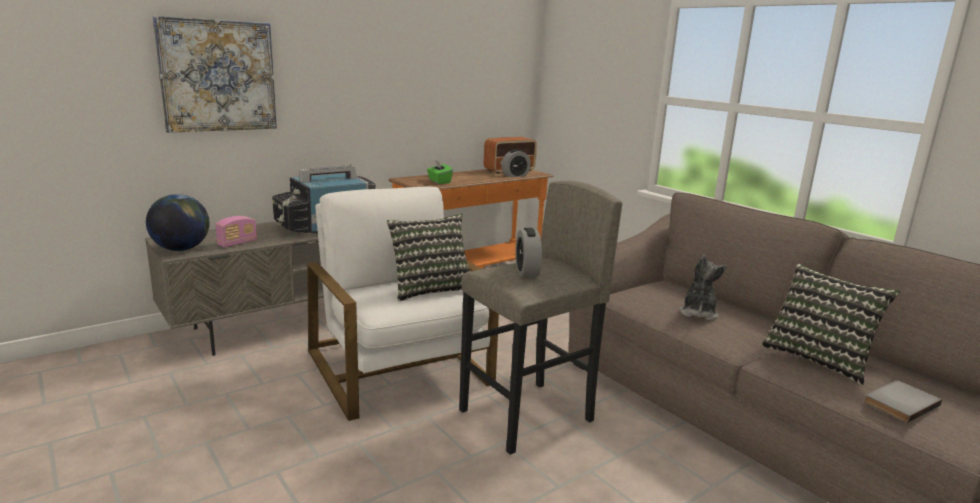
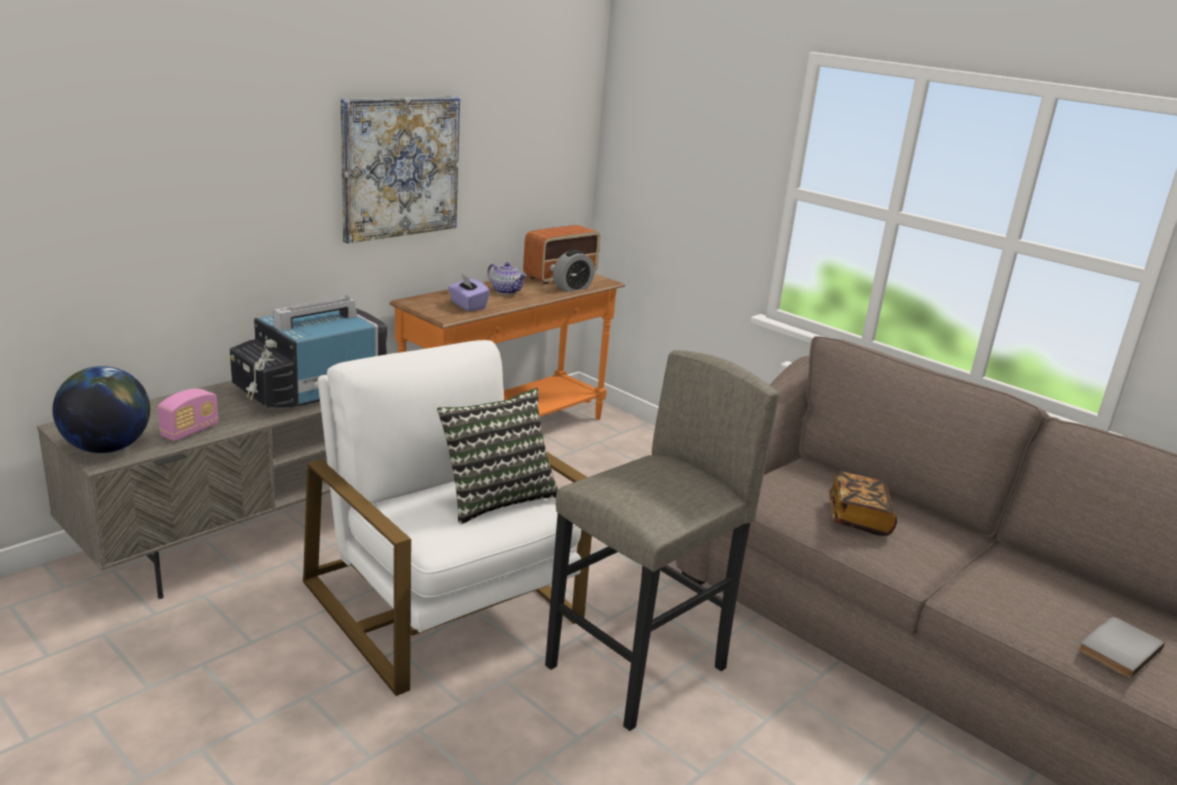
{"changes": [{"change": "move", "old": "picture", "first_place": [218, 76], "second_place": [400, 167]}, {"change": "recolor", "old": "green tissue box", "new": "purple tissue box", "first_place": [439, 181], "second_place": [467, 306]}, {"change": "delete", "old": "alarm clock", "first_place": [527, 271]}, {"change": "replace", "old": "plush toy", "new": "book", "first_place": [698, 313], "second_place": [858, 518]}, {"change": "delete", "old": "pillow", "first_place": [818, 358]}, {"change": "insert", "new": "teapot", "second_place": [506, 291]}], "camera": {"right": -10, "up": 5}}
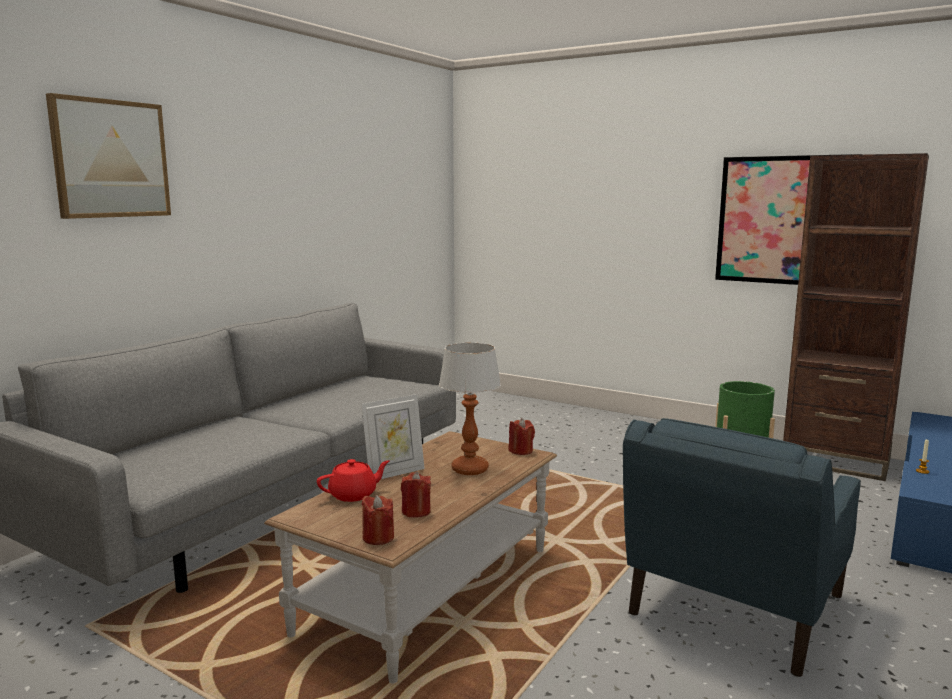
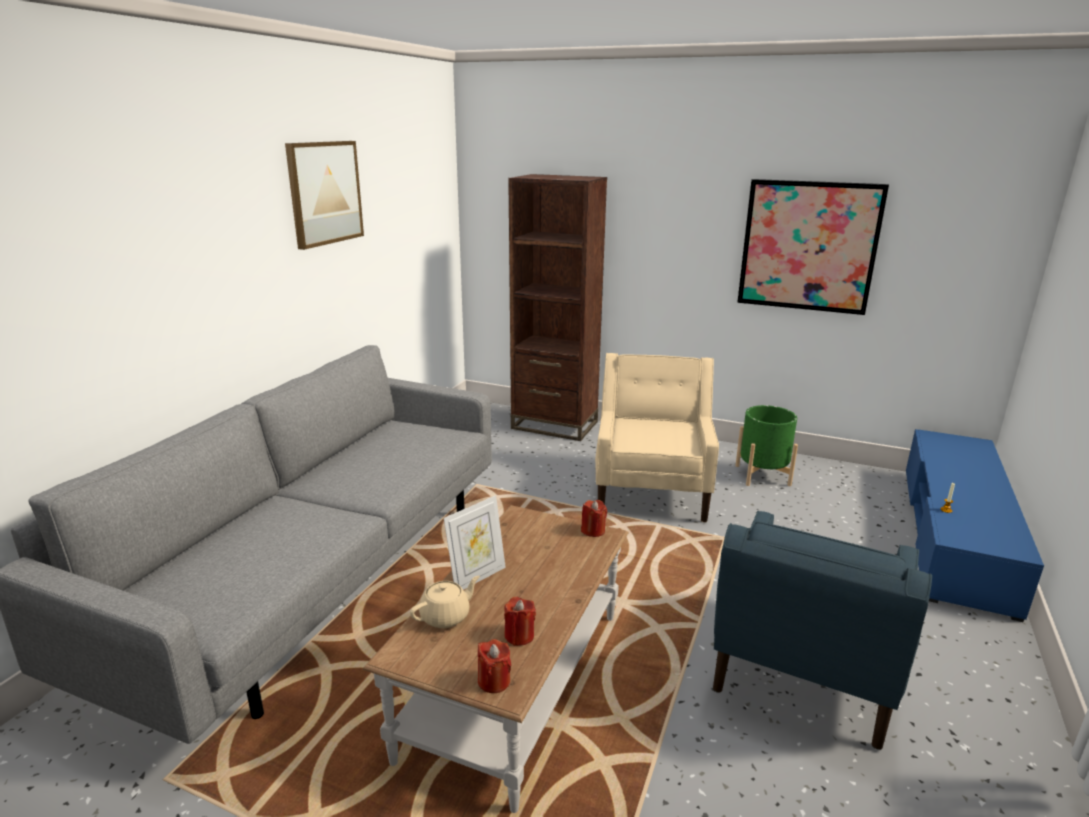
{"changes": [{"change": "move", "old": "picture", "first_place": [110, 159], "second_place": [324, 193]}, {"change": "move", "old": "brown bookcase", "first_place": [835, 461], "second_place": [554, 425]}, {"change": "delete", "old": "table lamp", "first_place": [470, 469]}, {"change": "recolor", "old": "red teapot", "new": "beige teapot", "first_place": [354, 495], "second_place": [446, 616]}, {"change": "insert", "new": "beige armchair", "second_place": [652, 490]}], "camera": {"right": -10, "up": 10}}
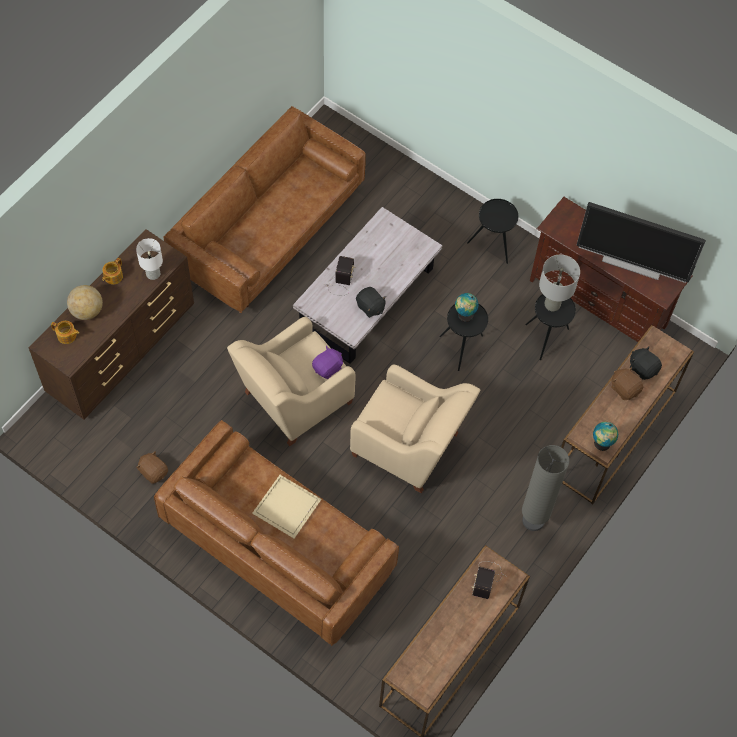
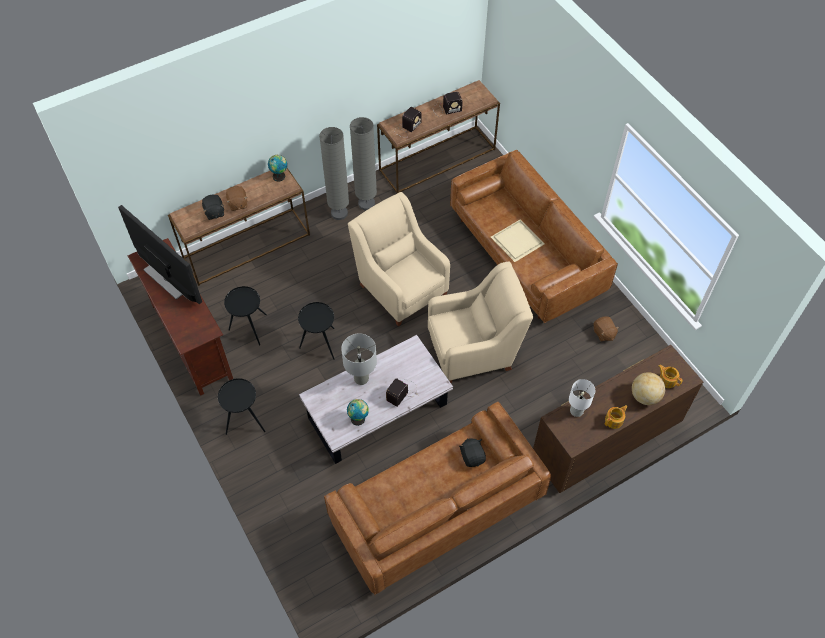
{"changes": [{"change": "move", "old": "grey table lamp", "first_place": [552, 305], "second_place": [361, 378]}, {"change": "move", "old": "black plush toy", "first_place": [370, 307], "second_place": [472, 456]}, {"change": "move", "old": "globe", "first_place": [464, 315], "second_place": [359, 418]}, {"change": "delete", "old": "purple plush toy", "first_place": [328, 368]}, {"change": "insert", "new": "radio", "second_place": [446, 109]}, {"change": "insert", "new": "grey floor lamp", "second_place": [366, 204]}], "camera": {"right": -155, "up": -5}}
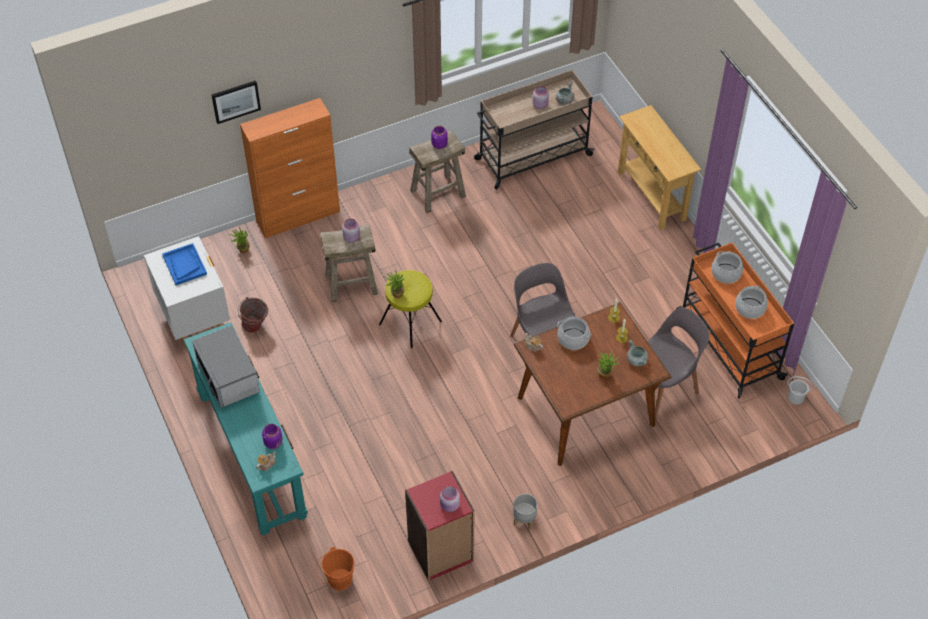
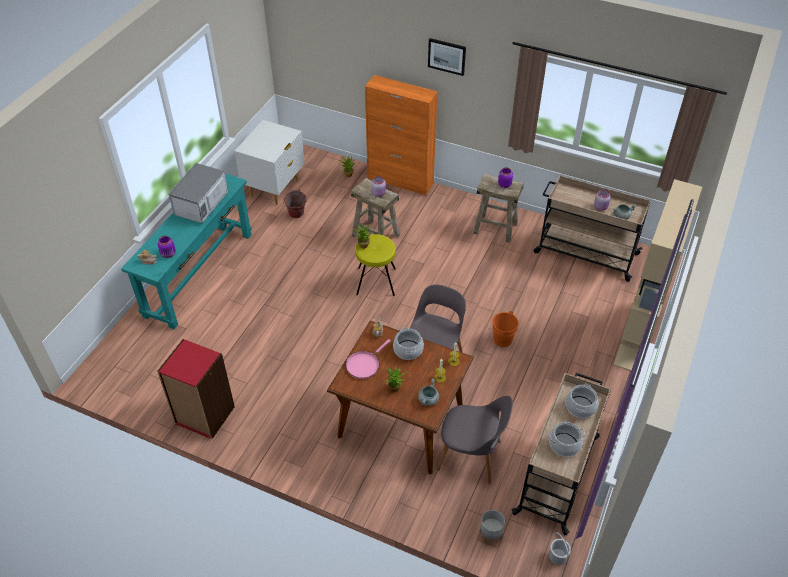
{"changes": [{"change": "move", "old": "picture", "first_place": [235, 101], "second_place": [447, 56]}, {"change": "replace", "old": "beige console table", "new": "beige bookcase", "first_place": [651, 195], "second_place": [637, 337]}, {"change": "recolor", "old": "orange cart", "new": "beige cart", "first_place": [728, 344], "second_place": [557, 473]}, {"change": "delete", "old": "blue tray", "first_place": [184, 265]}, {"change": "delete", "old": "pink jar", "first_place": [449, 506]}, {"change": "move", "old": "grey planter", "first_place": [524, 520], "second_place": [490, 534]}, {"change": "move", "old": "orange bucket", "first_place": [337, 580], "second_place": [500, 339]}, {"change": "insert", "new": "pink frying pan", "second_place": [364, 364]}], "camera": {"right": 50, "up": -5}}
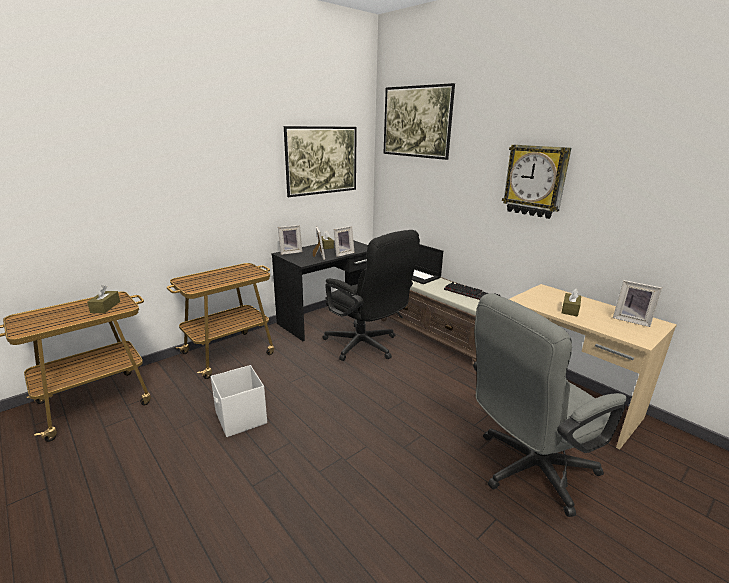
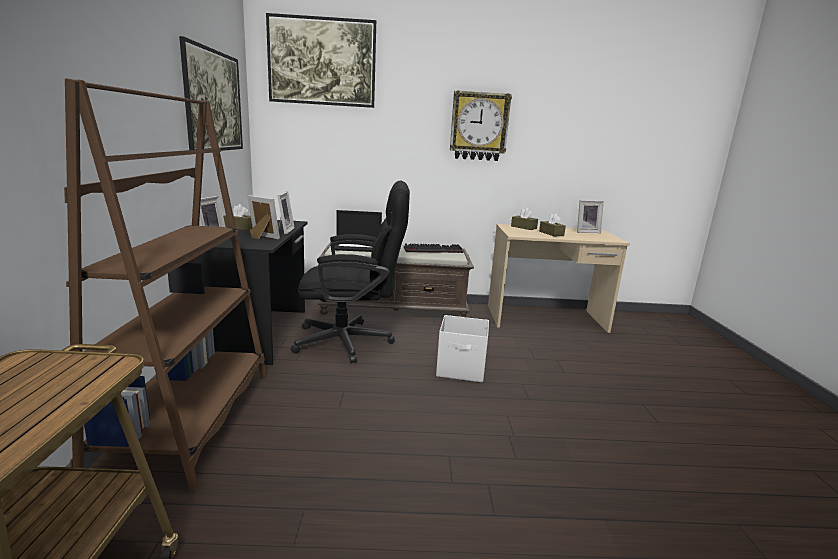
{"changes": [{"change": "replace", "old": "cart", "new": "brown bookcase", "first_place": [230, 353], "second_place": [190, 421]}, {"change": "move", "old": "brown tissue box", "first_place": [105, 307], "second_place": [523, 227]}, {"change": "delete", "old": "grey office chair", "first_place": [526, 470]}, {"change": "move", "old": "white storage box", "first_place": [241, 418], "second_place": [461, 369]}], "camera": {"right": -50, "up": -5}}
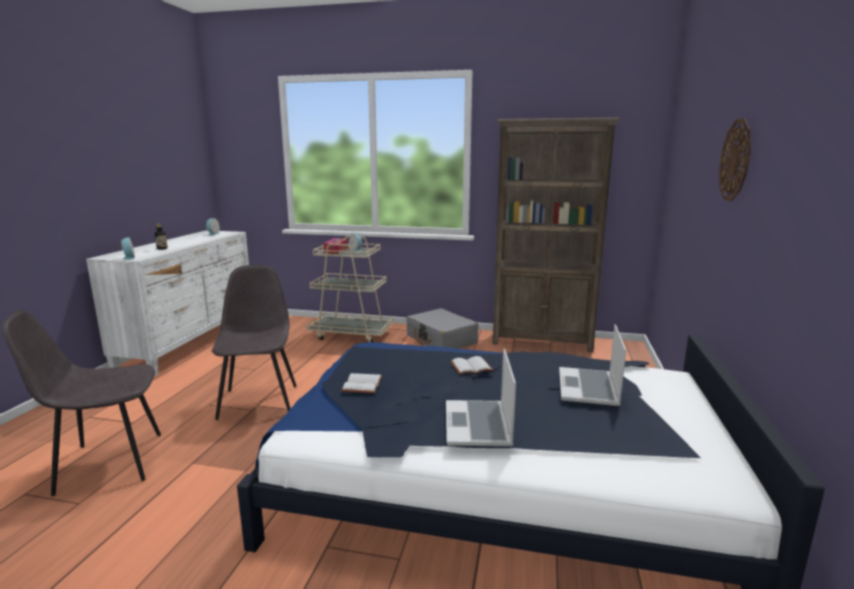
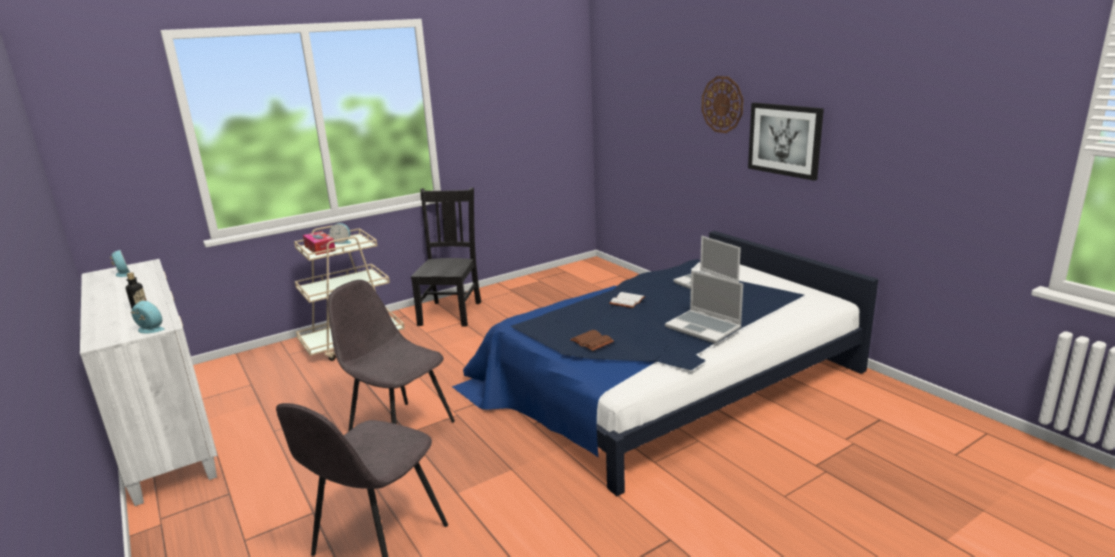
{"changes": [{"change": "delete", "old": "brown bookcase", "first_place": [542, 341]}, {"change": "replace", "old": "grey suitcase", "new": "black chair", "first_place": [441, 340], "second_place": [451, 312]}, {"change": "recolor", "old": "white book", "new": "brown book", "first_place": [361, 384], "second_place": [590, 342]}, {"change": "insert", "new": "picture", "second_place": [784, 140]}], "camera": {"right": -45, "up": 5}}
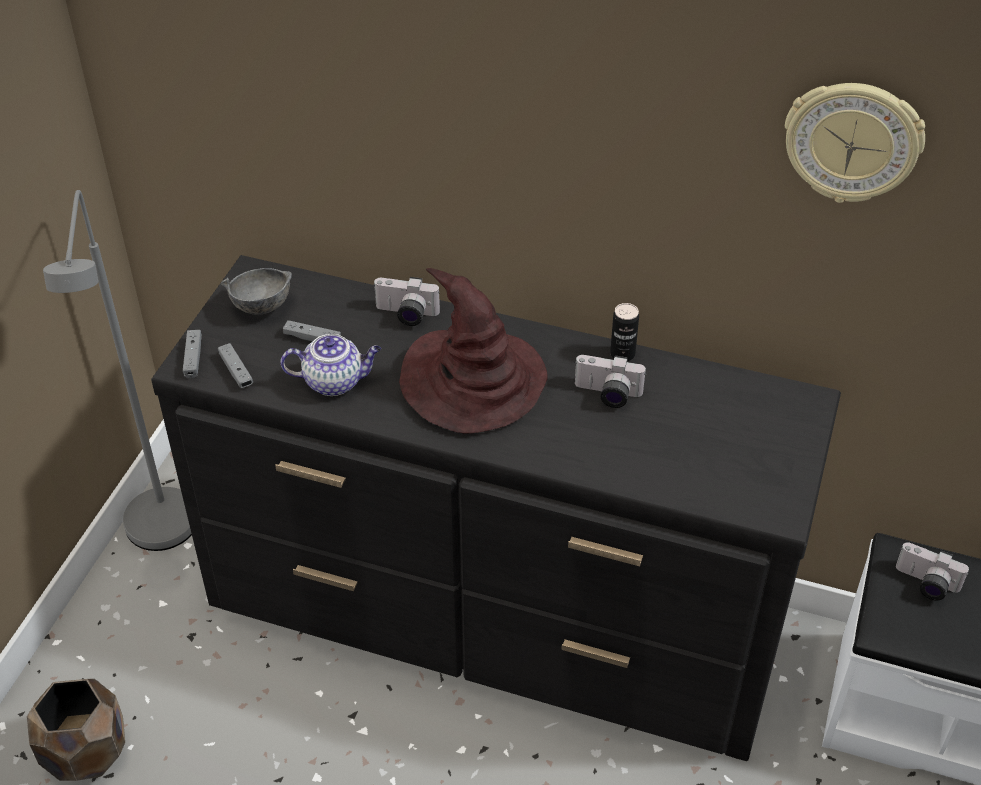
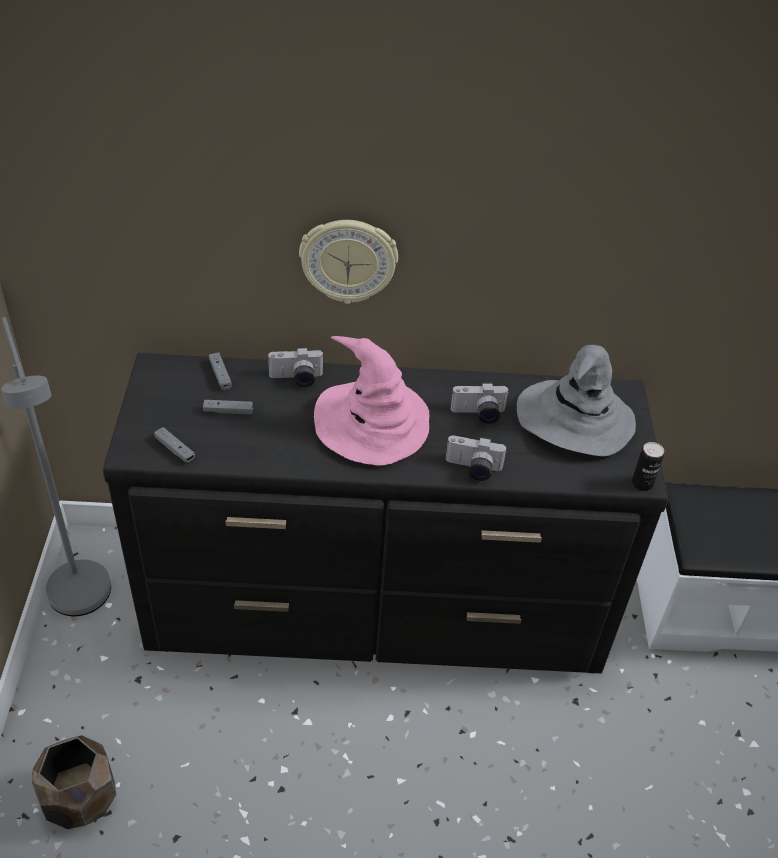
{"changes": [{"change": "move", "old": "wall clock", "first_place": [852, 142], "second_place": [348, 260]}, {"change": "delete", "old": "grey bowl", "first_place": [261, 305]}, {"change": "recolor", "old": "brown hat", "new": "pink hat", "first_place": [473, 382], "second_place": [373, 423]}, {"change": "move", "old": "can", "first_place": [622, 354], "second_place": [642, 483]}, {"change": "move", "old": "grey game controller", "first_place": [193, 358], "second_place": [220, 375]}, {"change": "delete", "old": "teapot", "first_place": [335, 381]}, {"change": "move", "old": "photo camera", "first_place": [925, 584], "second_place": [472, 469]}, {"change": "insert", "new": "grey hat", "second_place": [574, 420]}], "camera": {"right": -20, "up": 0}}
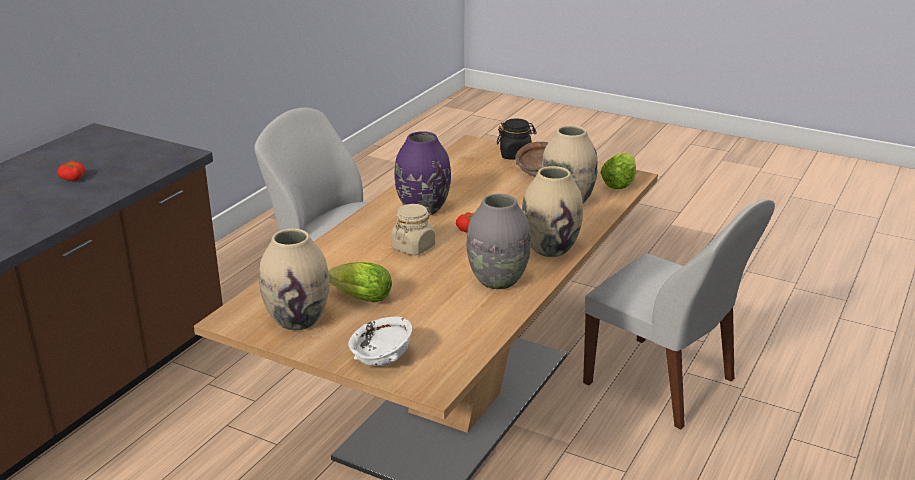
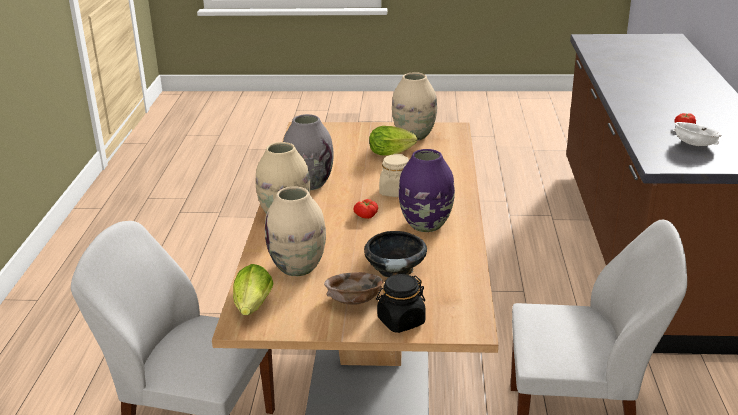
{"changes": [{"change": "move", "old": "white bowl", "first_place": [382, 357], "second_place": [694, 145]}, {"change": "insert", "new": "black bowl", "second_place": [395, 269]}], "camera": {"right": 155, "up": 0}}
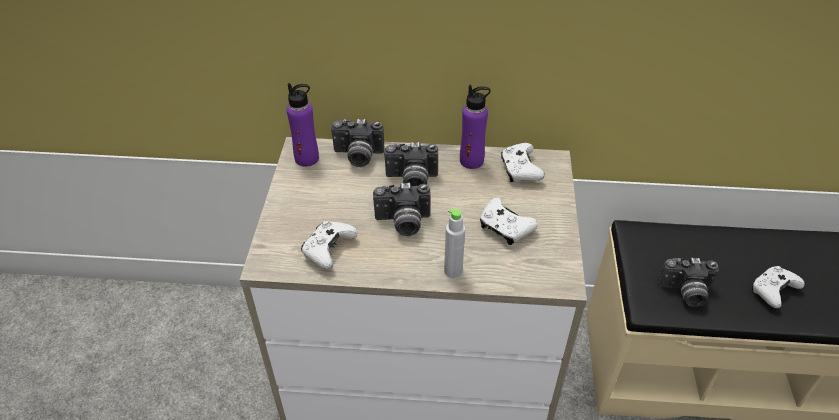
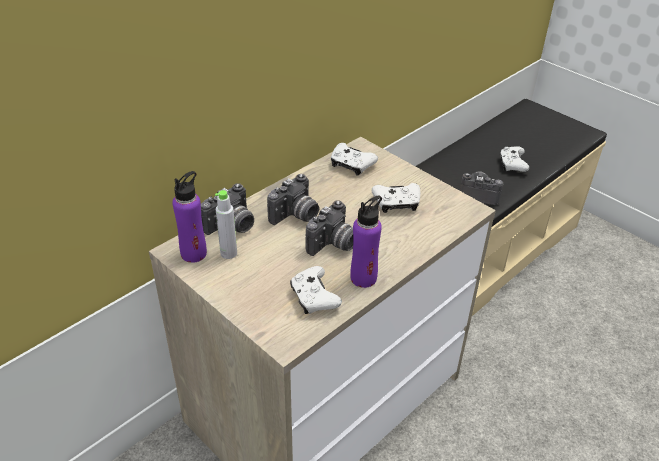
{"changes": [{"change": "move", "old": "purple bottle", "first_place": [471, 161], "second_place": [363, 278]}, {"change": "move", "old": "grey bottle", "first_place": [453, 271], "second_place": [228, 253]}, {"change": "rotate", "old": "photo camera", "first_place": [685, 293], "second_place": [479, 194], "degrees": -120}], "camera": {"right": -50, "up": -5}}
